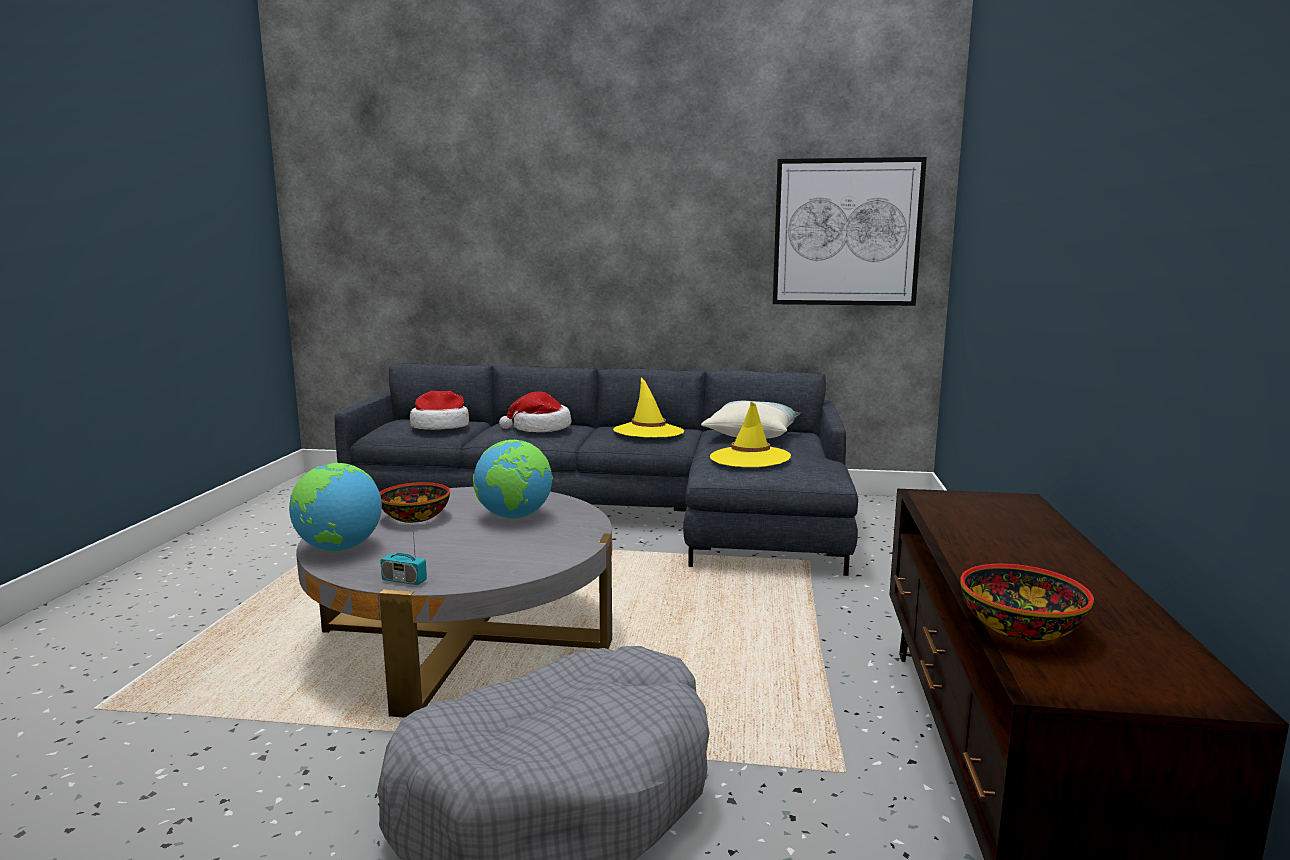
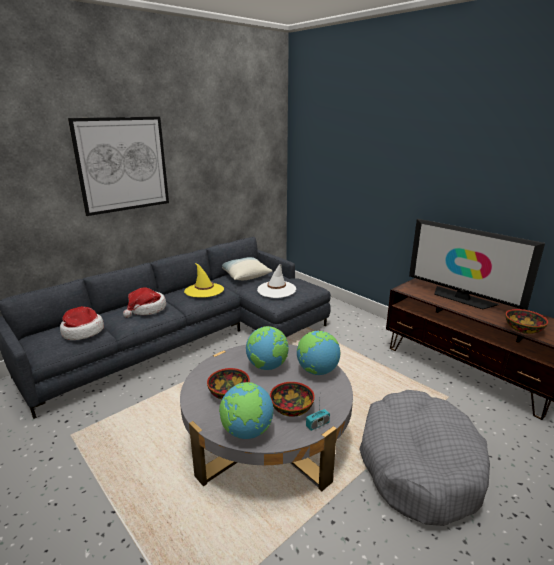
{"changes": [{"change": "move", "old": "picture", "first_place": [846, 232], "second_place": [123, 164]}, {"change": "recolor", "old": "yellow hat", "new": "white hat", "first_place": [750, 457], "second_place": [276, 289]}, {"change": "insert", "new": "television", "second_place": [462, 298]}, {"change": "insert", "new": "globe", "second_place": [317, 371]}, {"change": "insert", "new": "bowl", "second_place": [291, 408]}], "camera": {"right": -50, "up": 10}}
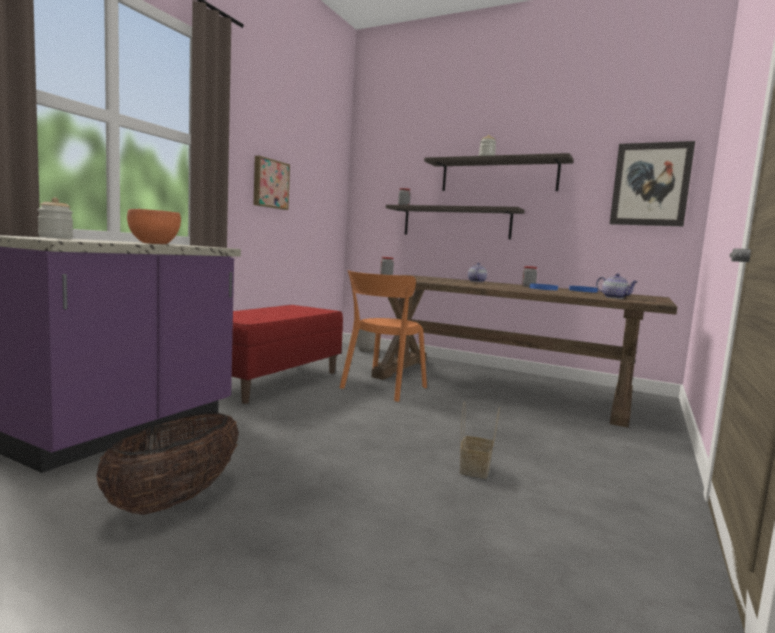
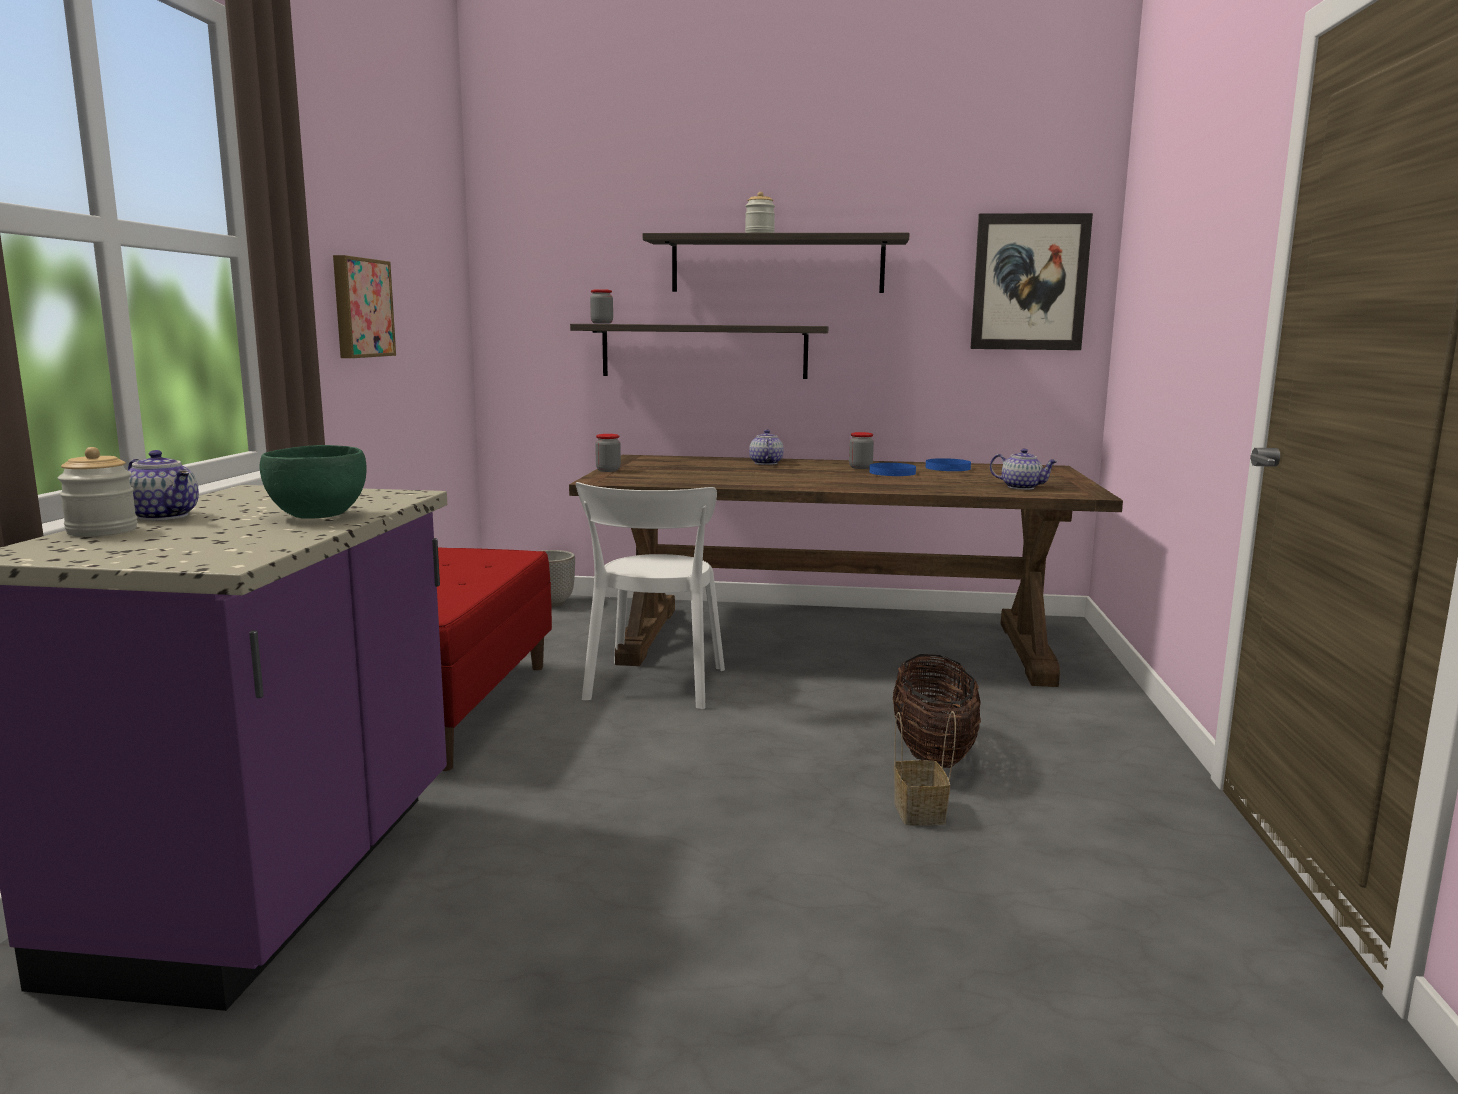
{"changes": [{"change": "recolor", "old": "orange bowl", "new": "green bowl", "first_place": [154, 243], "second_place": [317, 516]}, {"change": "recolor", "old": "orange chair", "new": "white chair", "first_place": [382, 388], "second_place": [654, 686]}, {"change": "move", "old": "basket", "first_place": [175, 500], "second_place": [932, 754]}, {"change": "insert", "new": "teapot", "second_place": [165, 516]}], "camera": {"right": -20, "up": 5}}
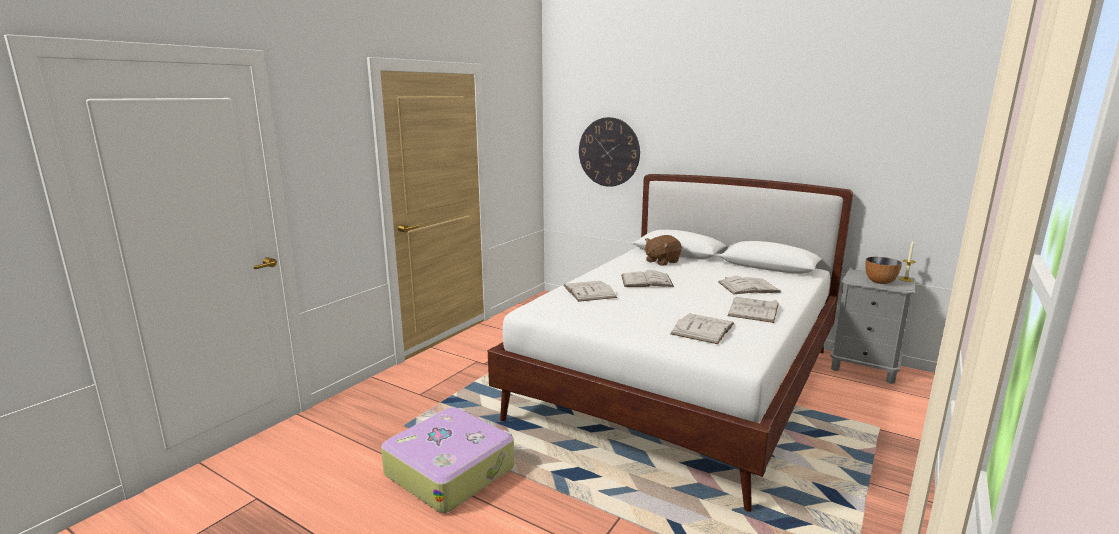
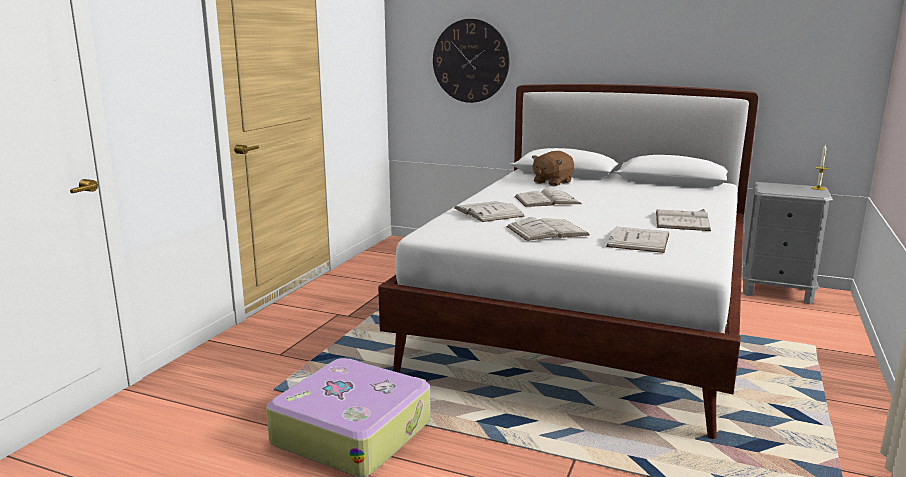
{"changes": [{"change": "delete", "old": "bowl", "first_place": [879, 282]}, {"change": "move", "old": "white book", "first_place": [748, 287], "second_place": [547, 231]}], "camera": {"right": -10, "up": 0}}
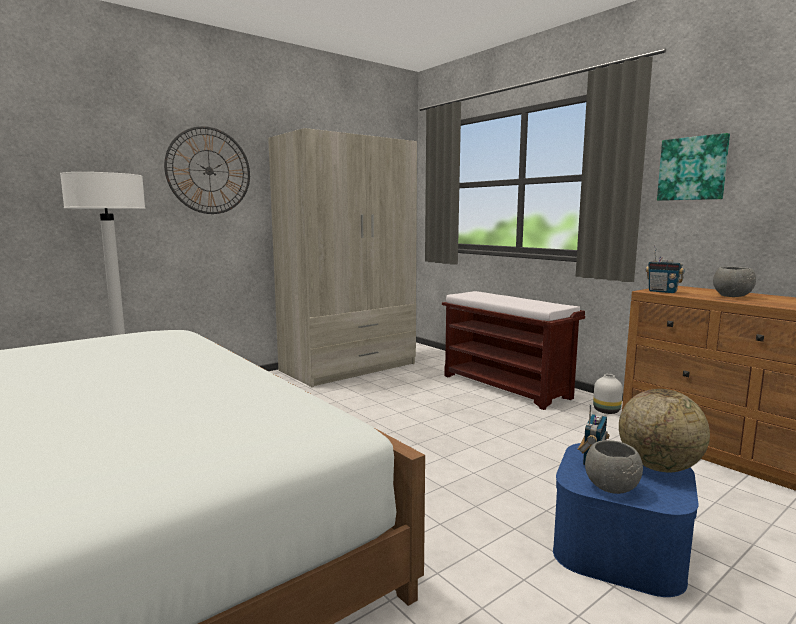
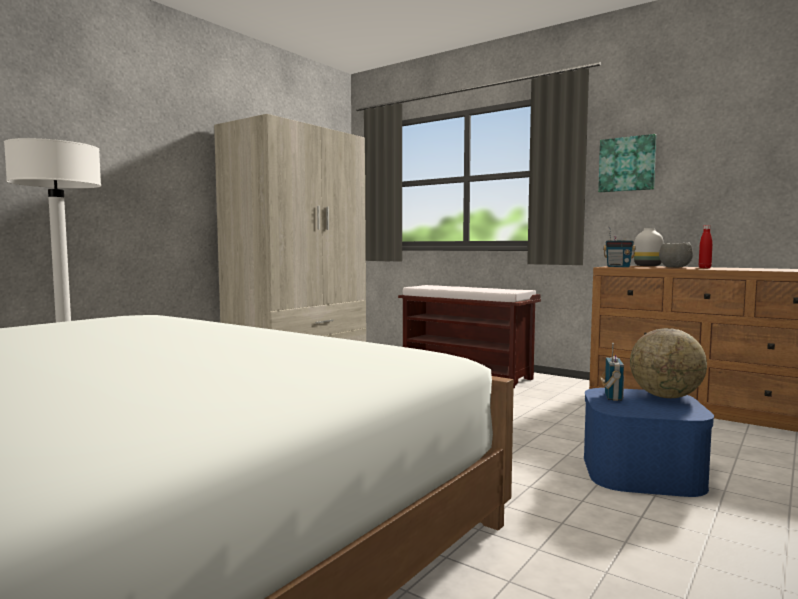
{"changes": [{"change": "delete", "old": "wall clock", "first_place": [209, 171]}, {"change": "move", "old": "white vase", "first_place": [607, 411], "second_place": [648, 266]}, {"change": "delete", "old": "grey bowl", "first_place": [611, 487]}, {"change": "insert", "new": "red bottle", "second_place": [704, 268]}], "camera": {"right": -15, "up": -5}}
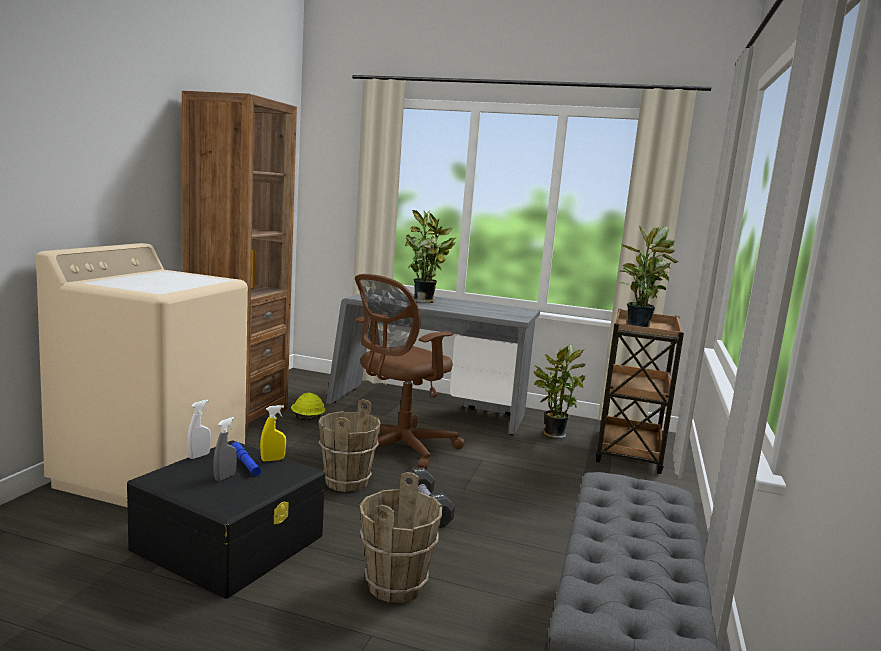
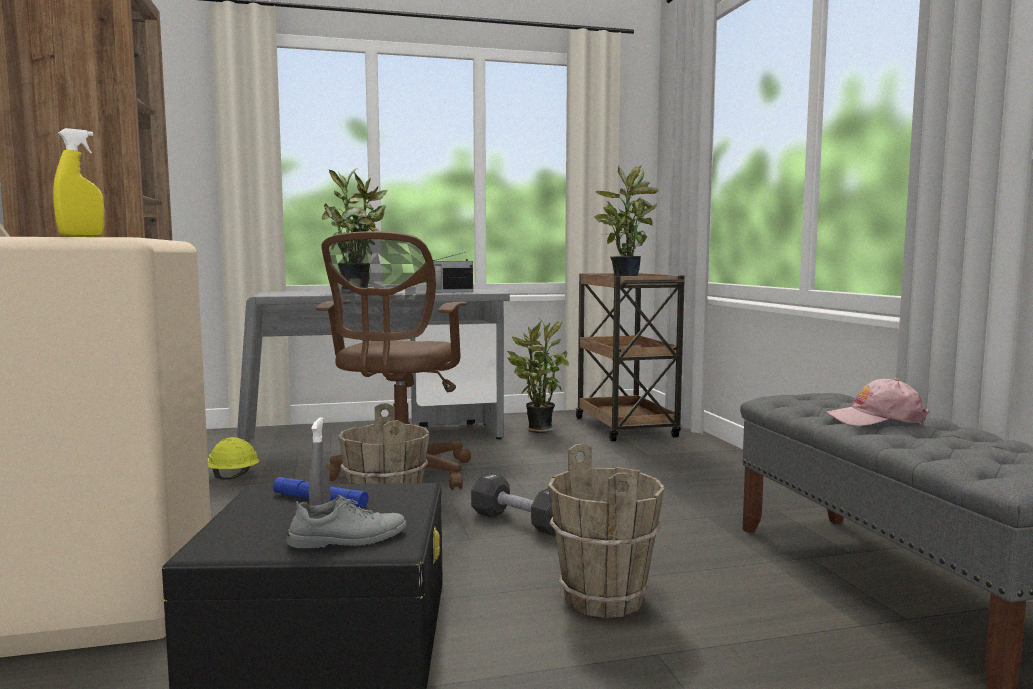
{"changes": [{"change": "delete", "old": "white spray bottle", "first_place": [199, 456]}, {"change": "move", "old": "yellow spray bottle", "first_place": [272, 460], "second_place": [81, 236]}, {"change": "insert", "new": "radio", "second_place": [449, 291]}, {"change": "insert", "new": "pink cap", "second_place": [875, 419]}, {"change": "insert", "new": "grey shoe", "second_place": [348, 539]}], "camera": {"right": -30, "up": -5}}
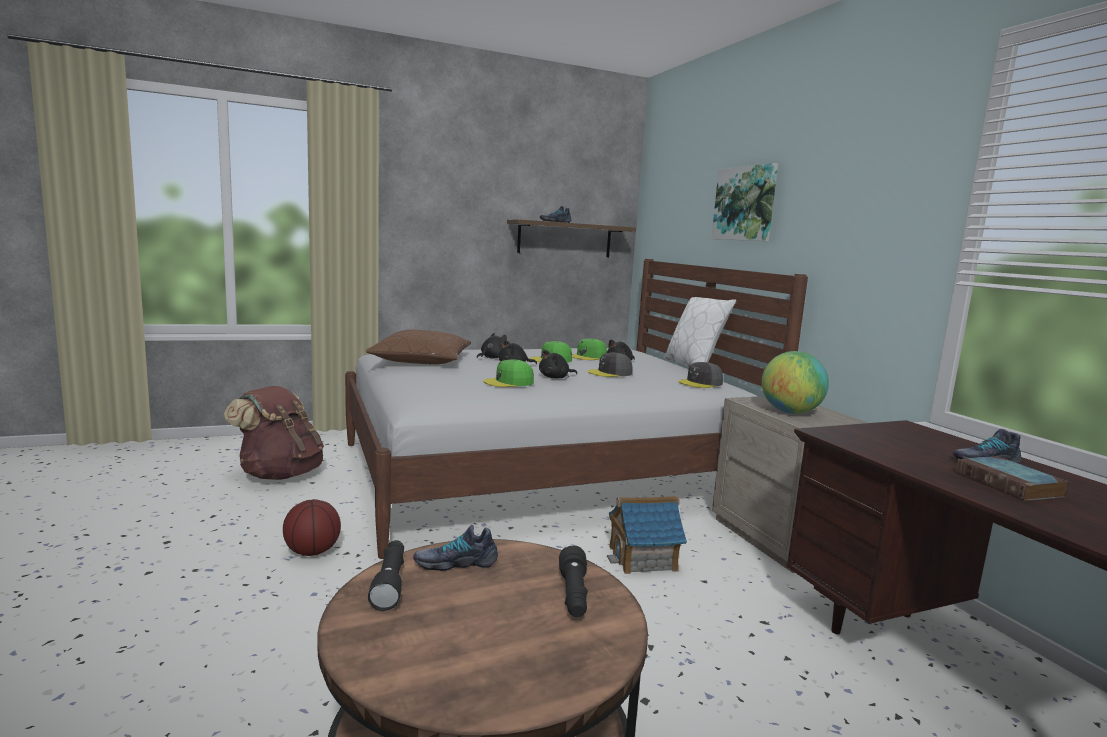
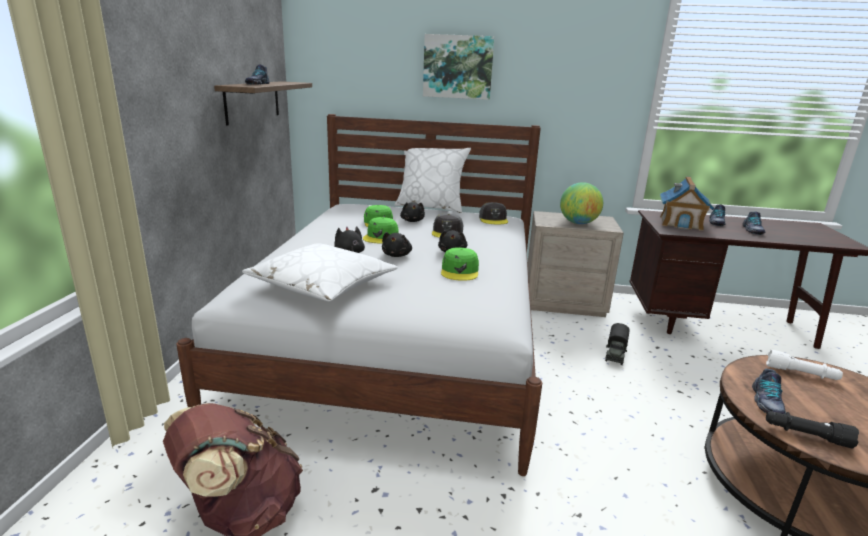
{"changes": [{"change": "recolor", "old": "brown pillow", "new": "white pillow", "first_place": [421, 360], "second_place": [323, 284]}, {"change": "replace", "old": "book", "new": "shoe", "first_place": [1010, 485], "second_place": [752, 230]}, {"change": "move", "old": "toy house", "first_place": [643, 558], "second_place": [681, 223]}, {"change": "delete", "old": "basketball", "first_place": [313, 552]}, {"change": "recolor", "old": "black flashlight", "new": "white flashlight", "first_place": [573, 595], "second_place": [801, 373]}, {"change": "insert", "new": "toy truck", "second_place": [615, 354]}], "camera": {"right": -60, "up": 10}}
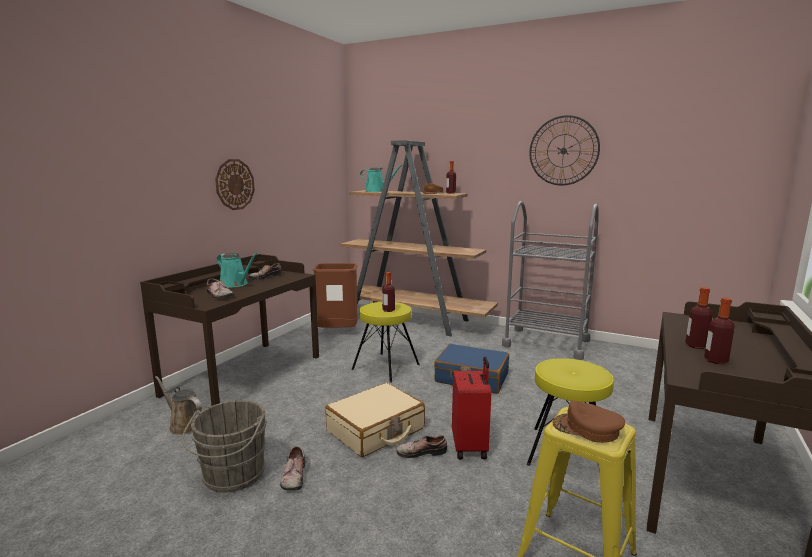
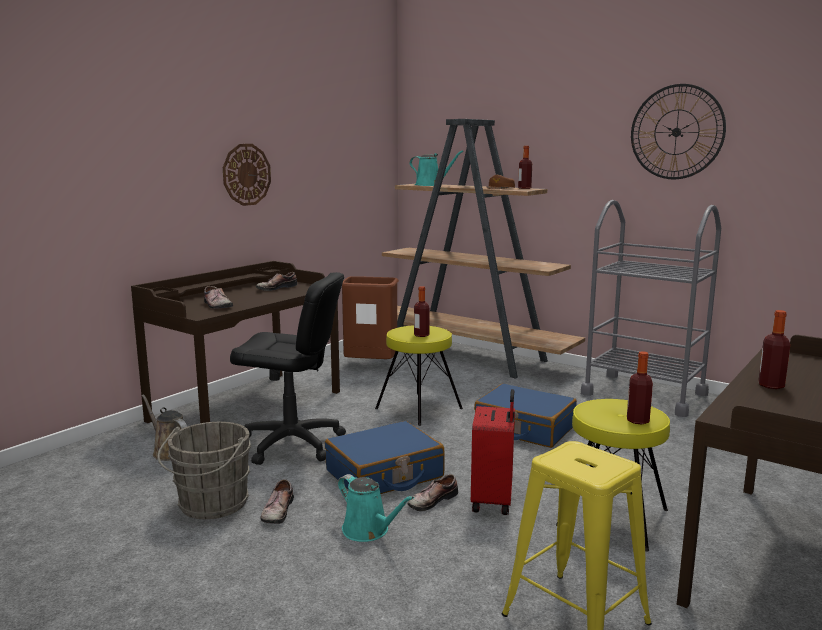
{"changes": [{"change": "move", "old": "turquoise watering can", "first_place": [235, 284], "second_place": [368, 531]}, {"change": "move", "old": "bottle", "first_place": [716, 360], "second_place": [637, 420]}, {"change": "recolor", "old": "beige suitcase", "new": "blue suitcase", "first_place": [376, 430], "second_place": [384, 474]}, {"change": "delete", "old": "brown cap", "first_place": [587, 428]}, {"change": "rotate", "old": "shoe", "first_place": [421, 451], "second_place": [431, 500], "degrees": -45}, {"change": "insert", "new": "black office chair", "second_place": [292, 444]}], "camera": {"right": 10, "up": 0}}
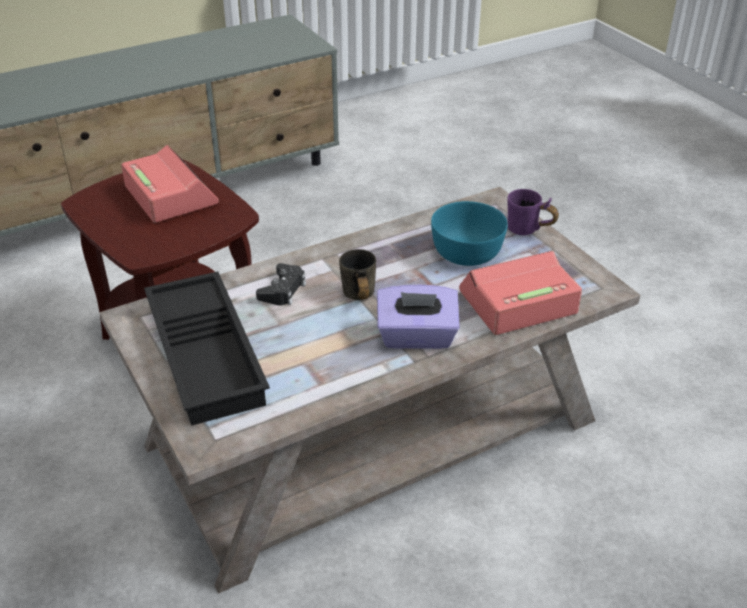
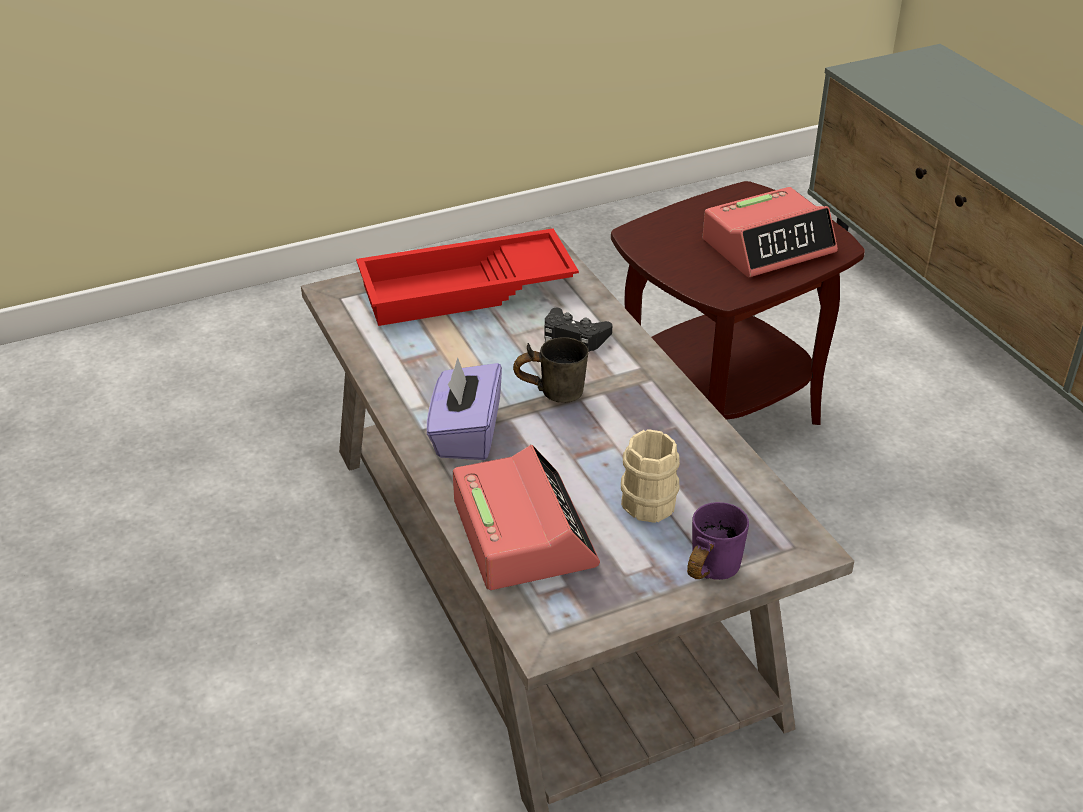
{"changes": [{"change": "replace", "old": "turquoise bowl", "new": "beige mug", "first_place": [466, 253], "second_place": [649, 497]}, {"change": "recolor", "old": "black tray", "new": "red tray", "first_place": [209, 354], "second_place": [466, 291]}], "camera": {"right": 95, "up": 0}}
